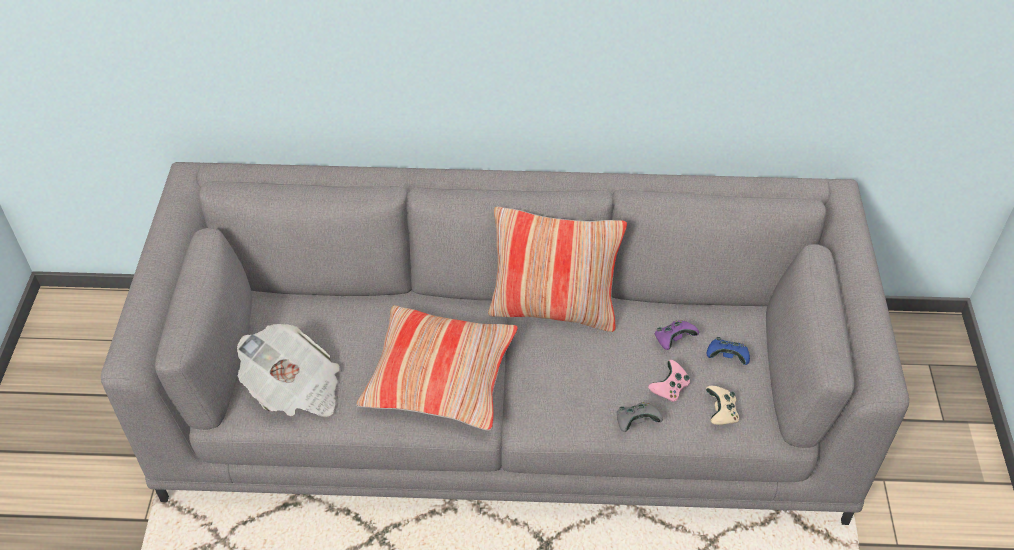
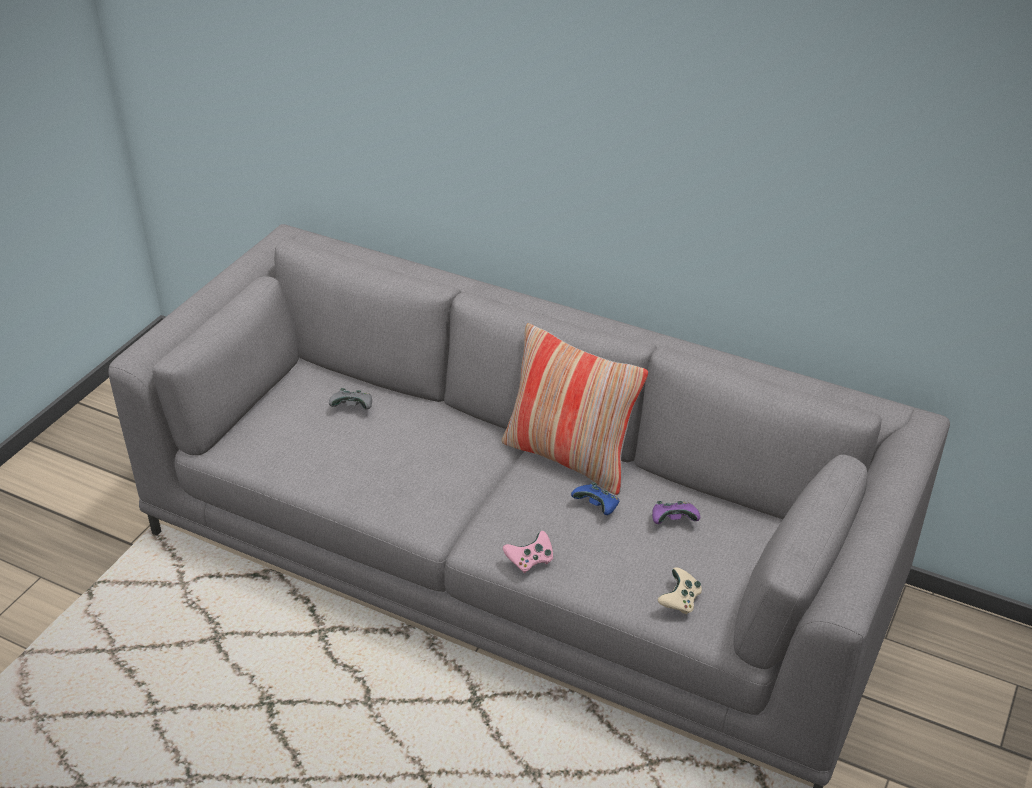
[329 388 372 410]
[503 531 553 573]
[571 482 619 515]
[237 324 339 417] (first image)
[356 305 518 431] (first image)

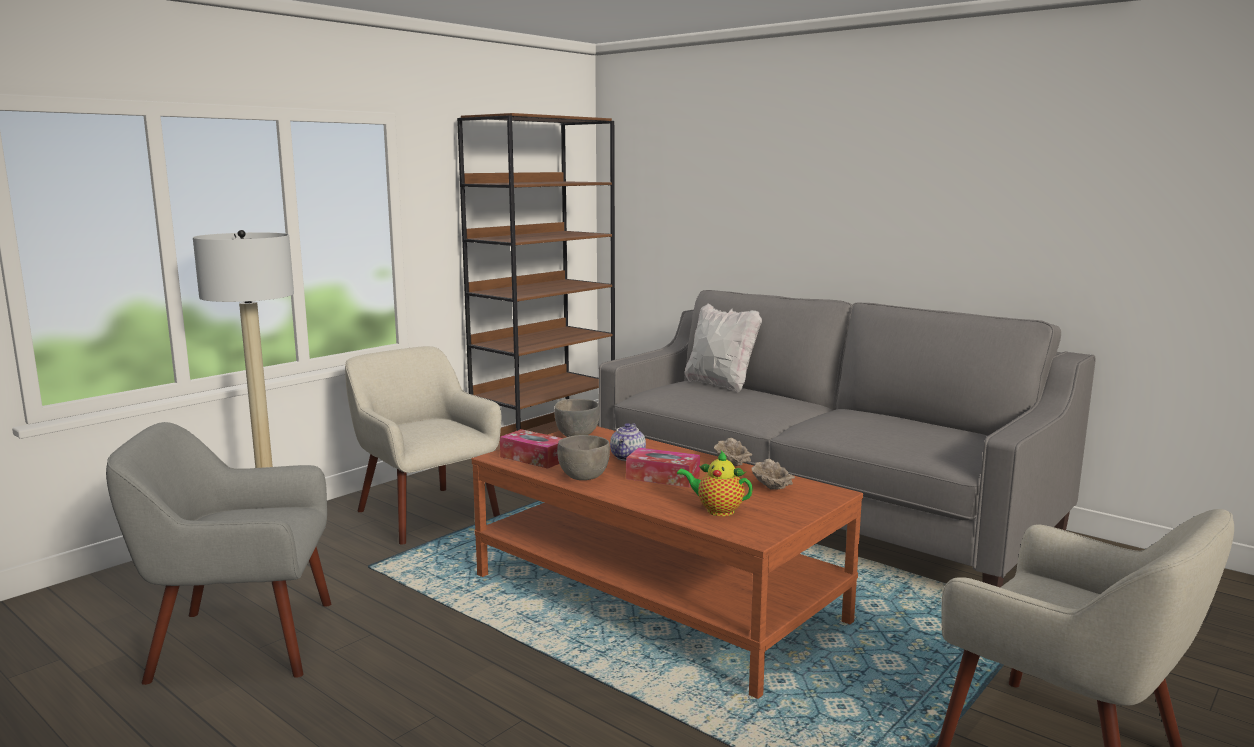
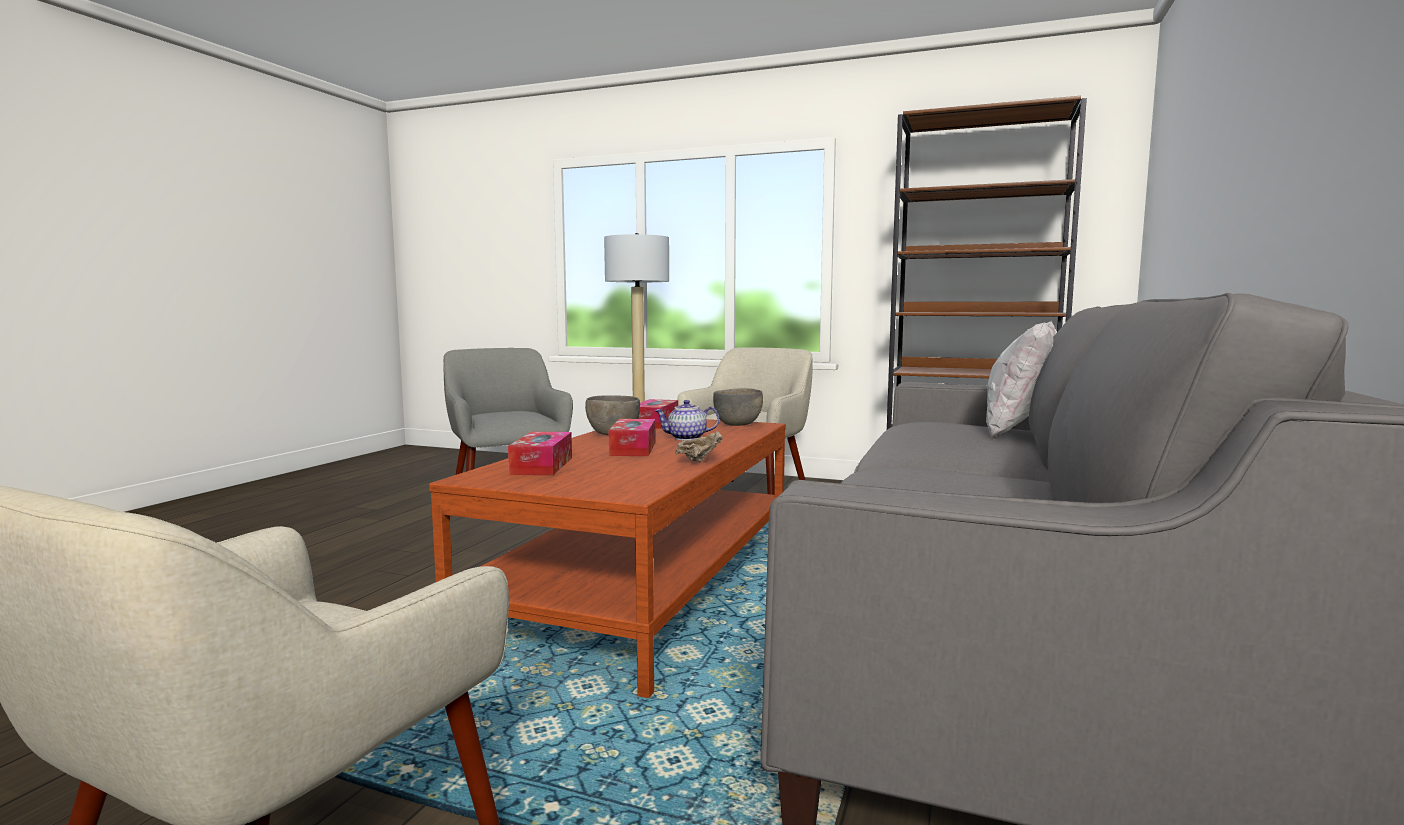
[508 432 572 475]
[752 459 795 490] (first image)

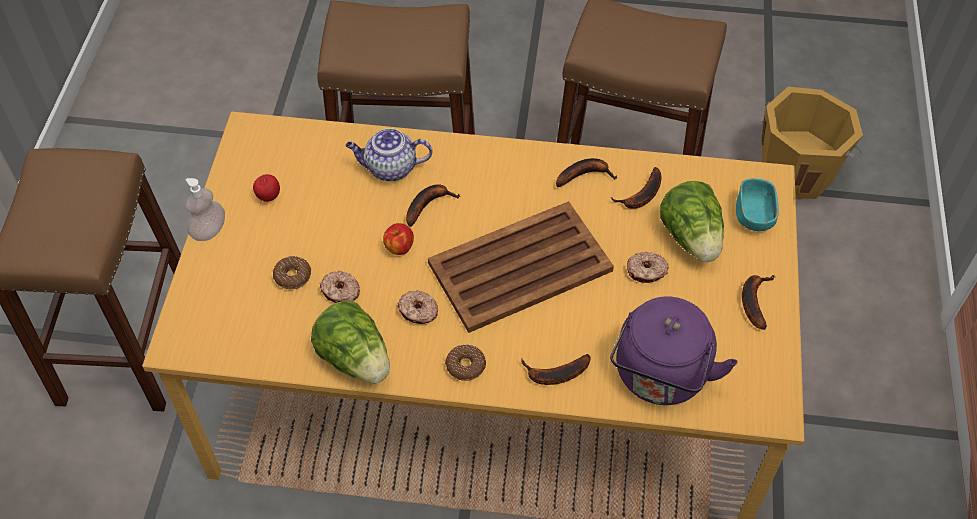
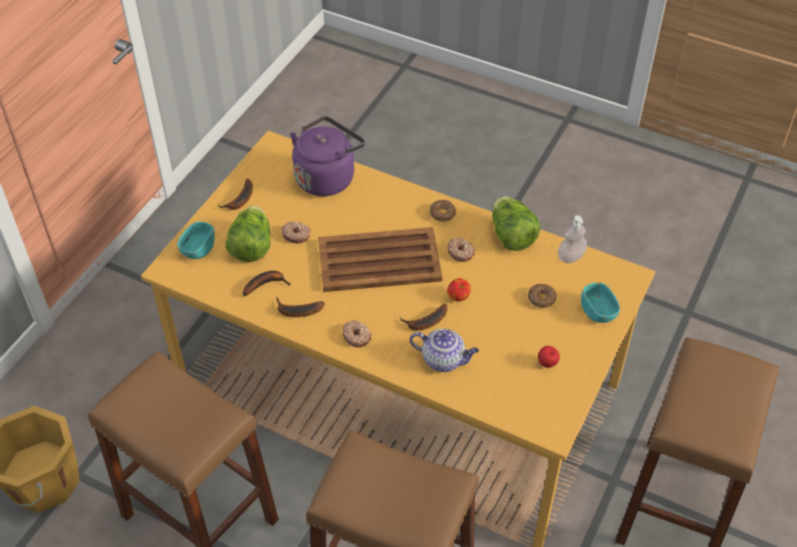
[343 321 372 347]
[558 215 587 263]
[581 282 620 323]
[521 354 591 385] (first image)

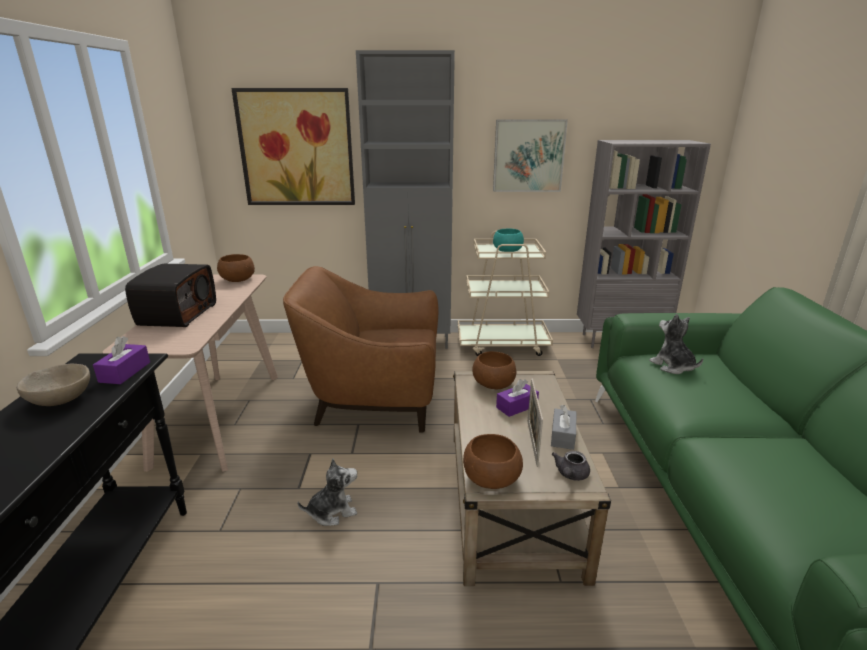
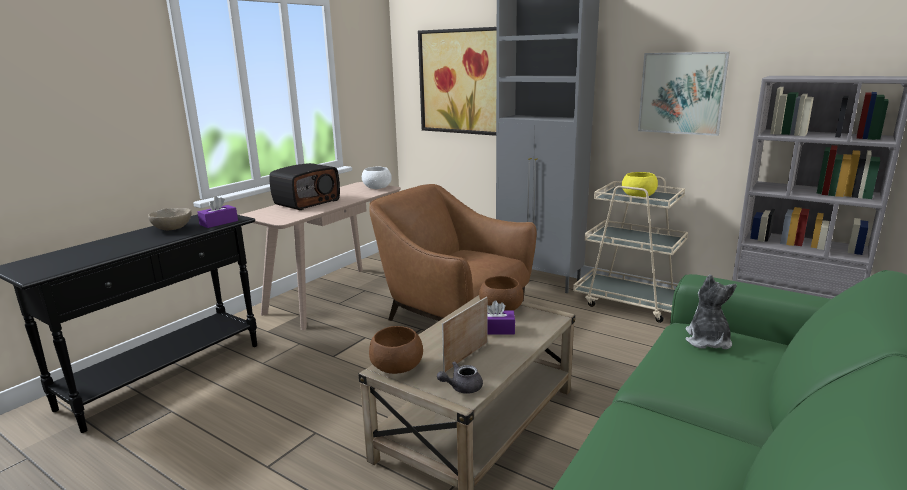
[362 167 392 189]
[622 172 658 197]
[297 458 357 526] (first image)
[551 405 577 450] (first image)

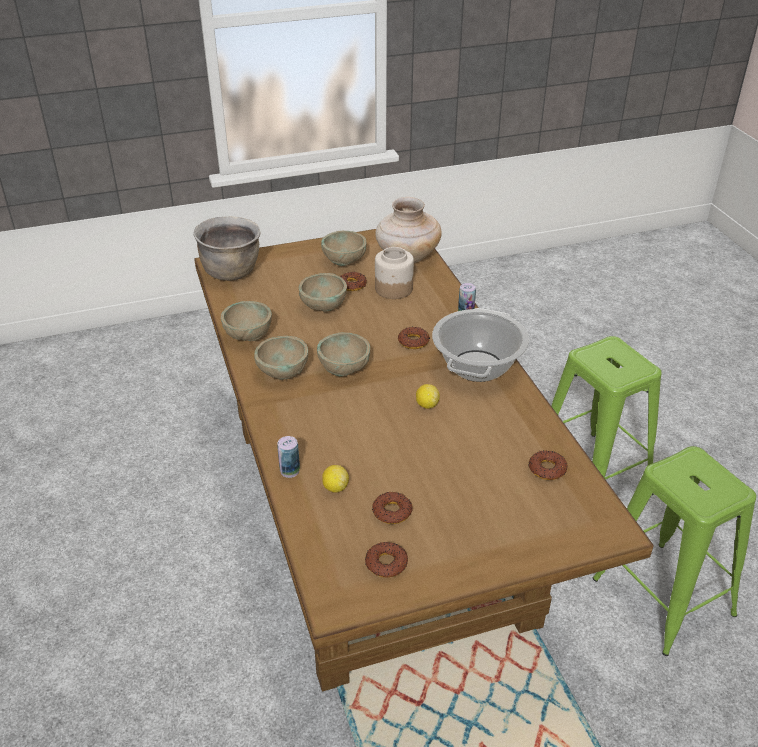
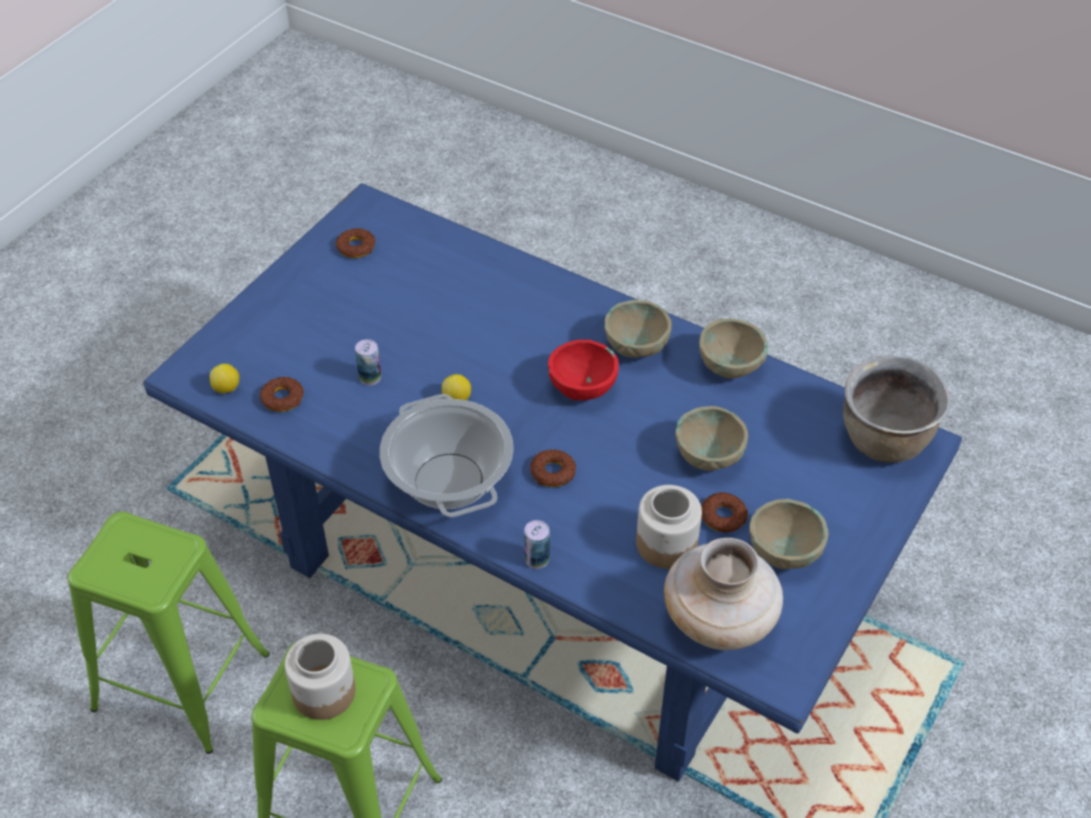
[143 183 962 781]
[210 364 240 393]
[285 634 356 720]
[355 339 381 385]
[548 340 619 401]
[372 492 413 524] (first image)

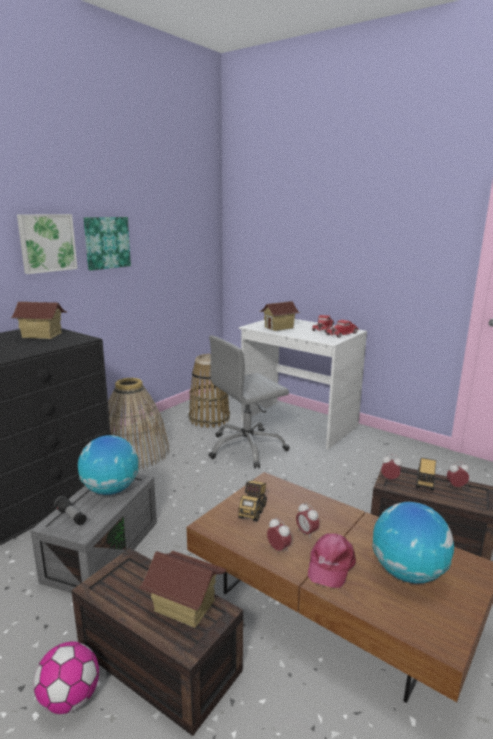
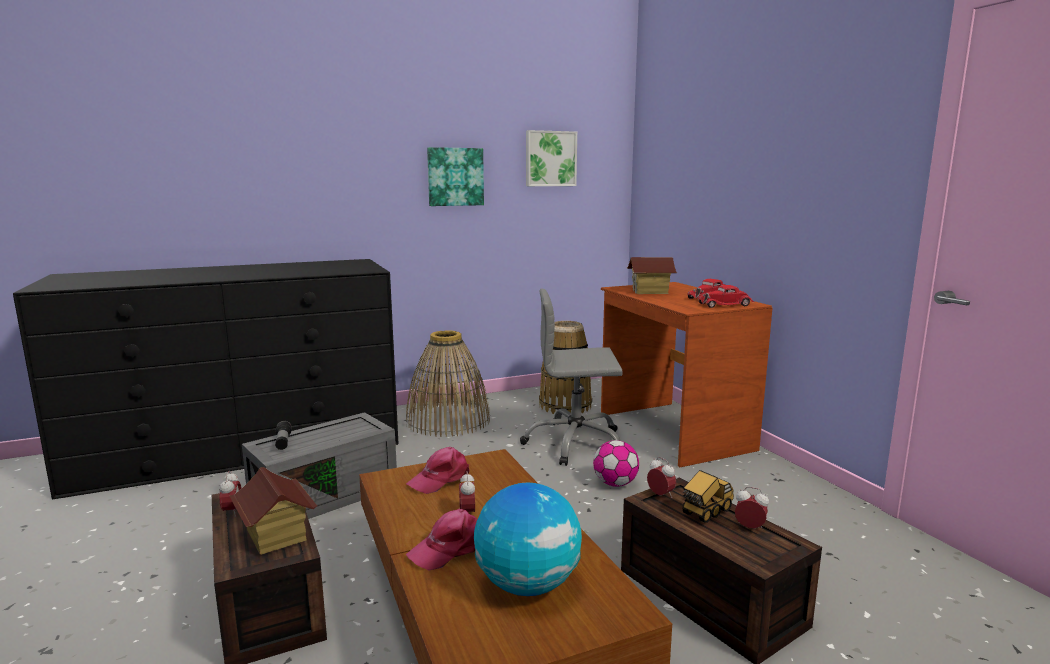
[219 471 242 516]
[406 447 469 494]
[526 130 577 186]
[593 440 639 487]
[601 282 772 467]
[11 302 67 339] (first image)
[78 435 139 495] (first image)

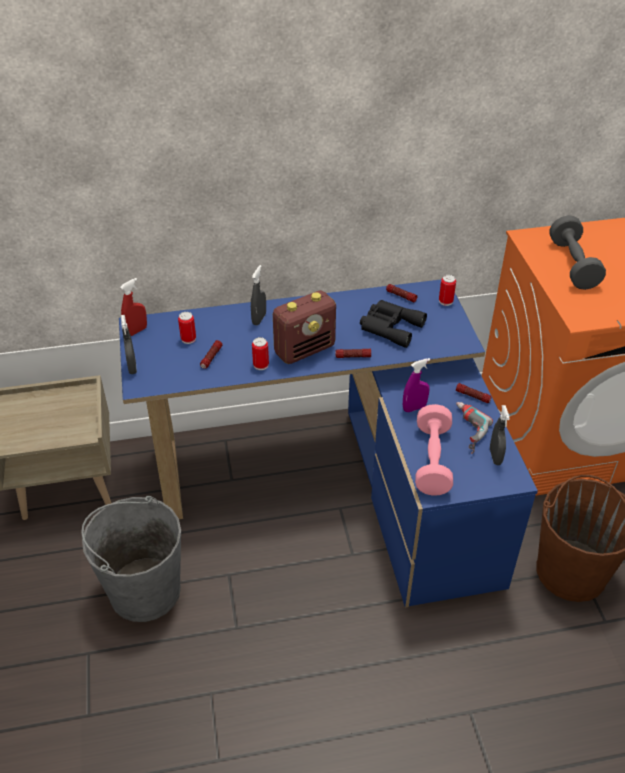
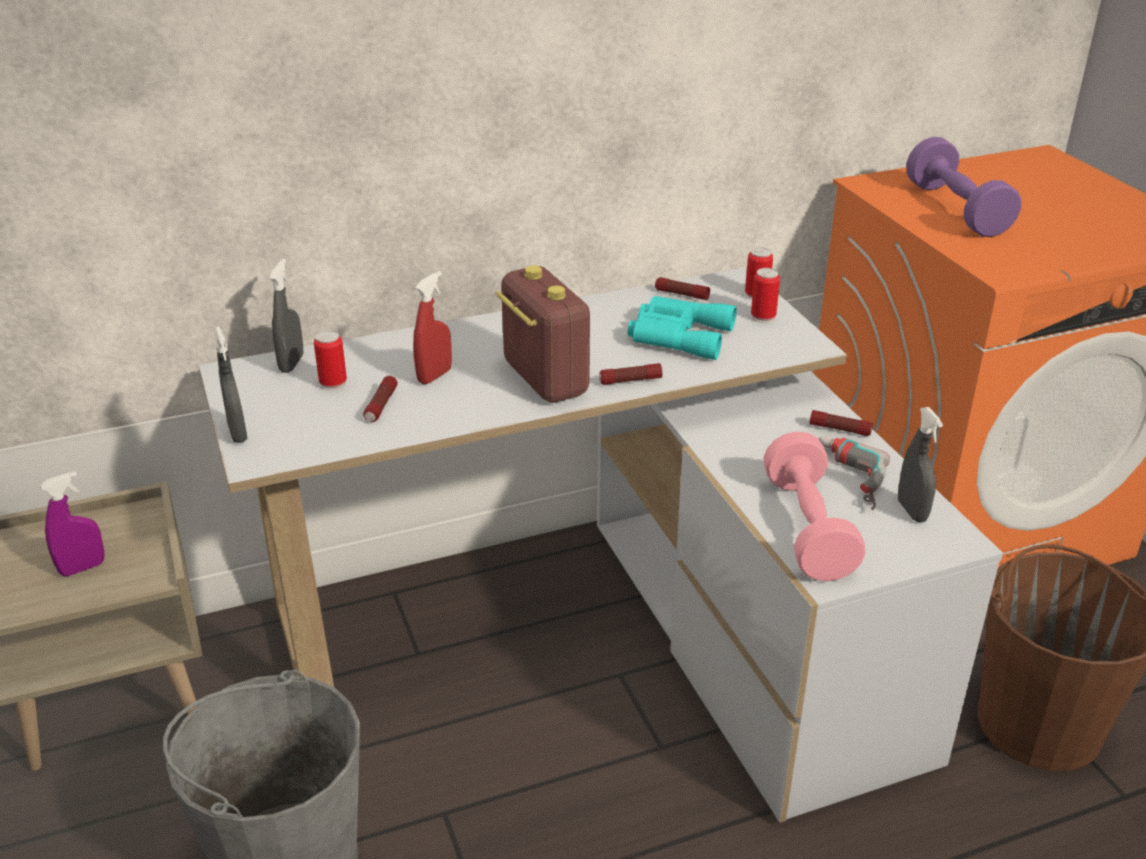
[40 471 105 576]
[199 267 1003 823]
[269 259 303 373]
[413 271 452 384]
[495 265 590 403]
[628 296 737 360]
[751 268 780 323]
[906 137 1021 237]

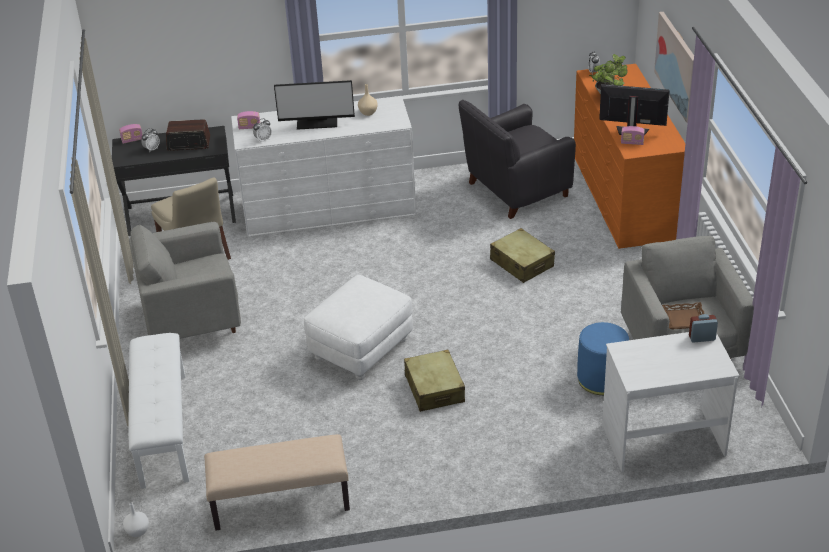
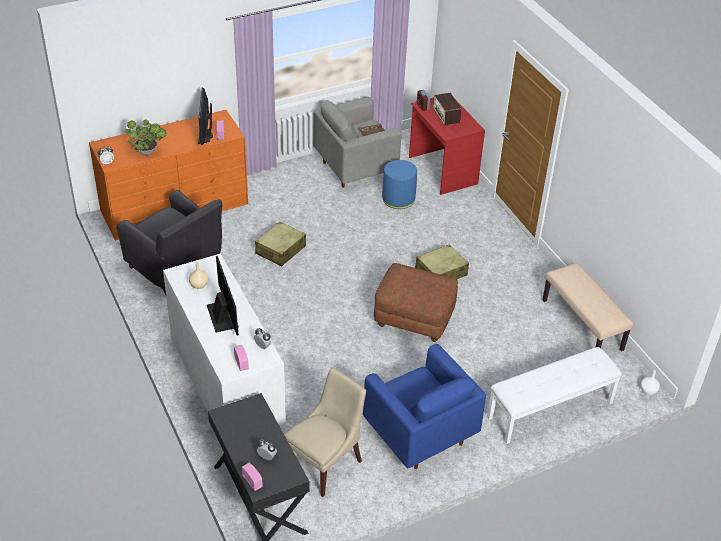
[363 344 486 469]
[374 263 458 342]
[409 97 485 195]
[433 93 461 125]
[654 12 694 123] (first image)

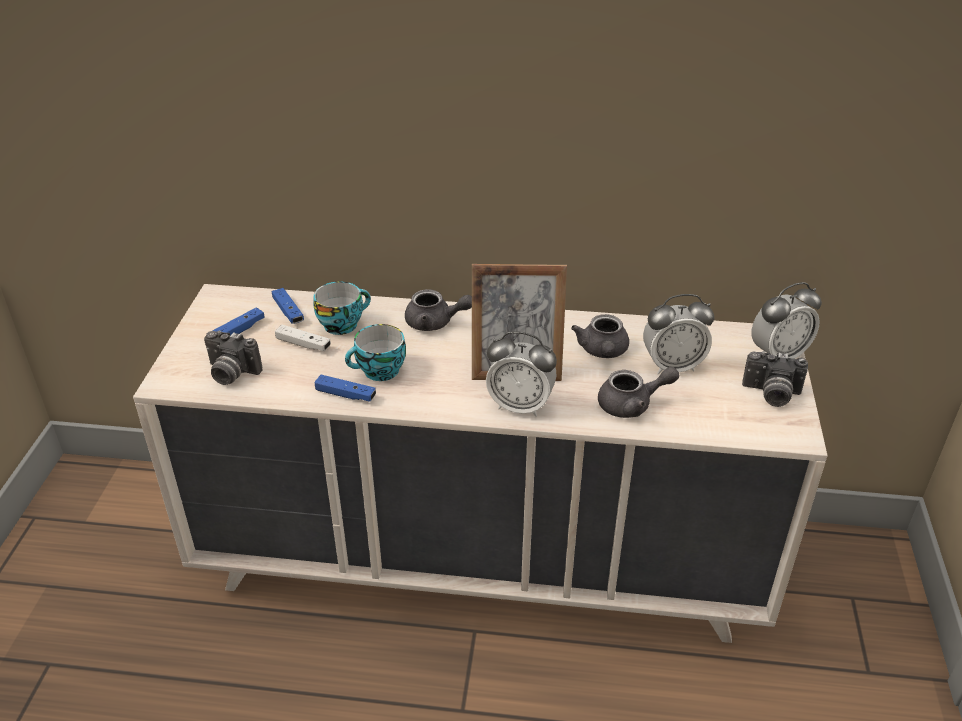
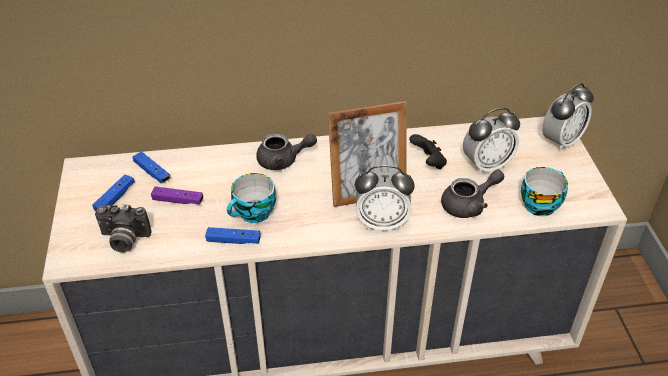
[151 187 203 205]
[409 134 447 169]
[521 167 568 216]
[742 351 808 407] (first image)

